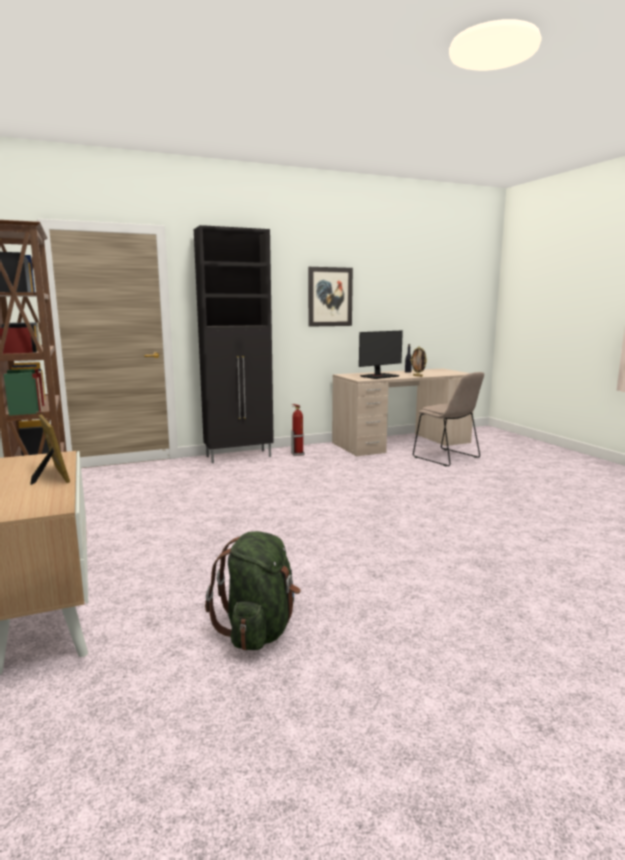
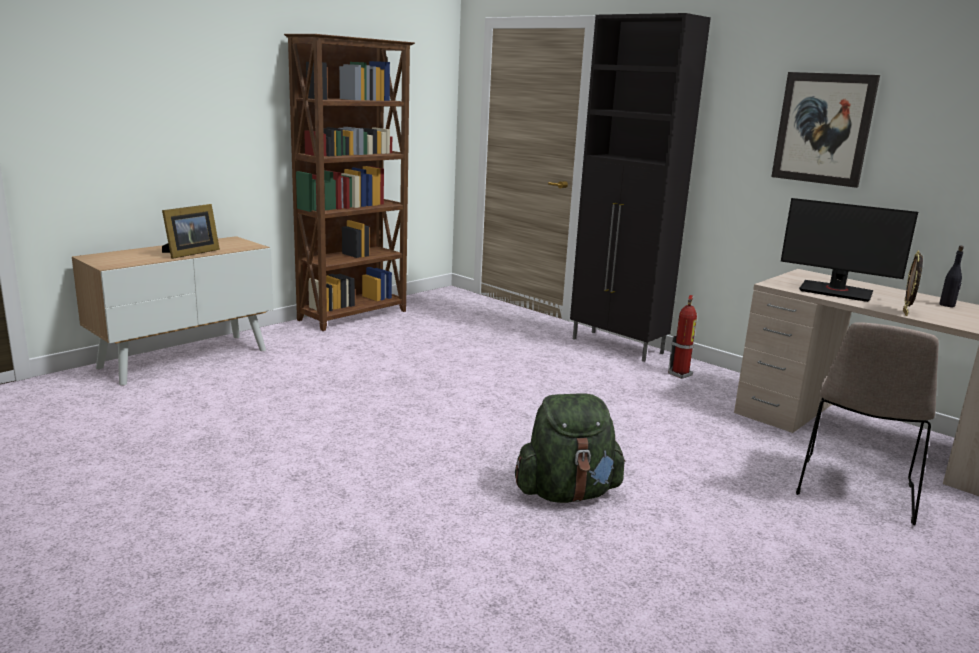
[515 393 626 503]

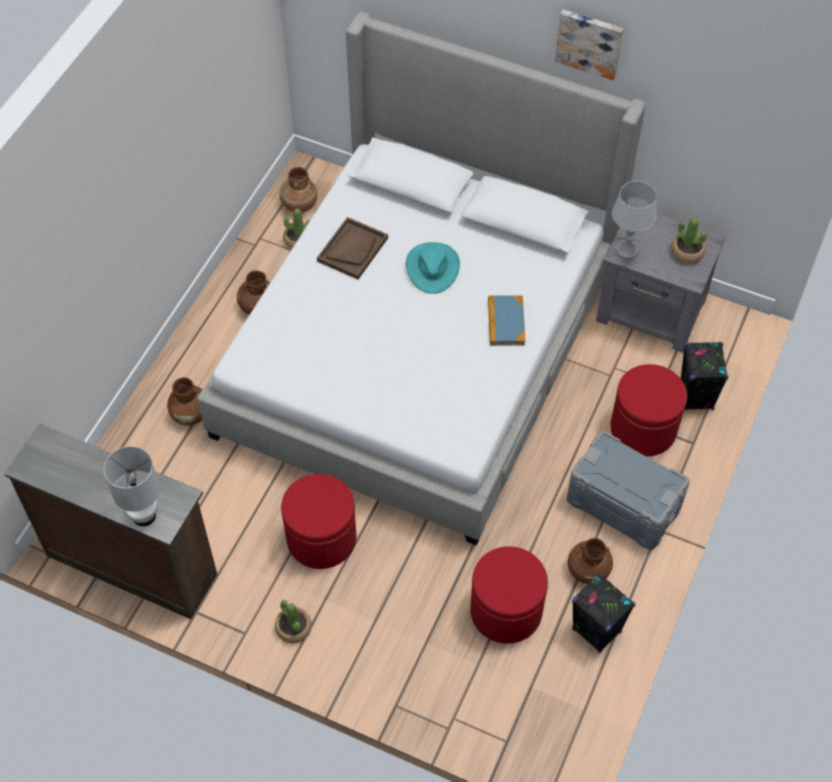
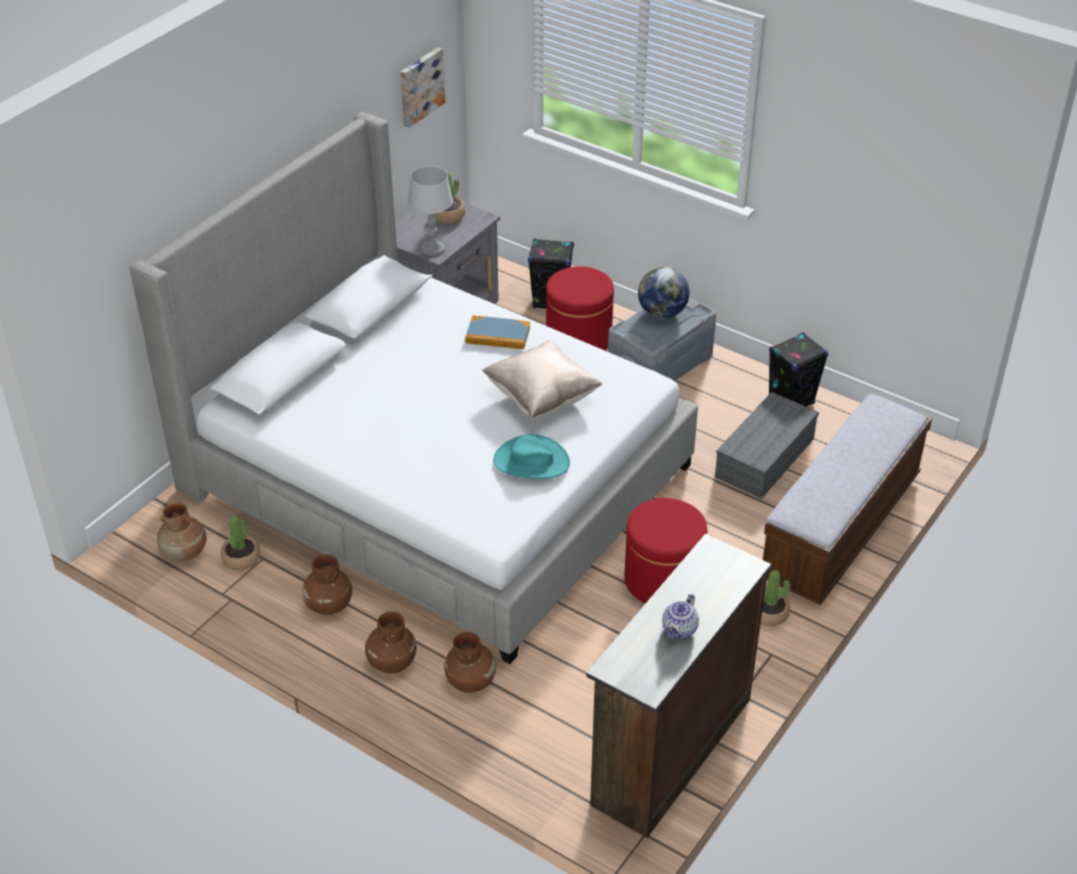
[365 612 416 674]
[400 47 445 128]
[482 340 602 419]
[493 434 570 479]
[638 267 690 319]
[662 594 699 639]
[715 392 819 499]
[763 394 932 605]
[104 446 160 526] (first image)
[317 217 388 279] (first image)

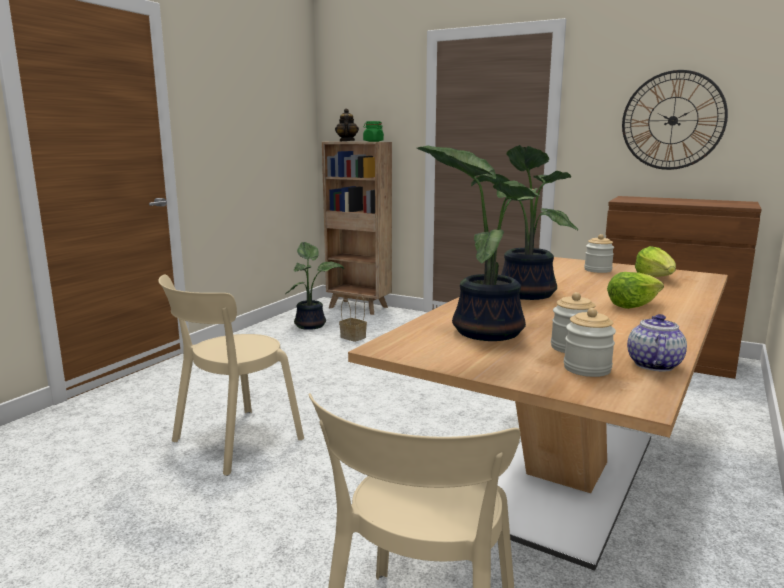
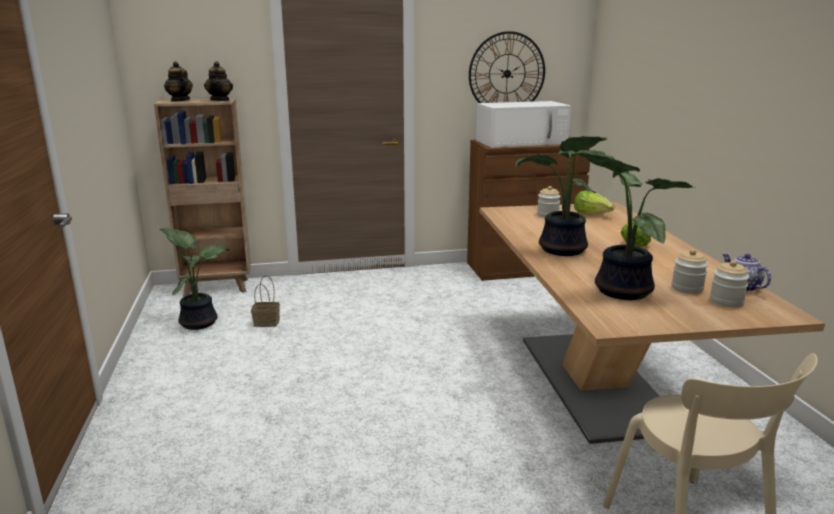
[204 61 233 101]
[476 101 571 147]
[158 275 304 476] (first image)

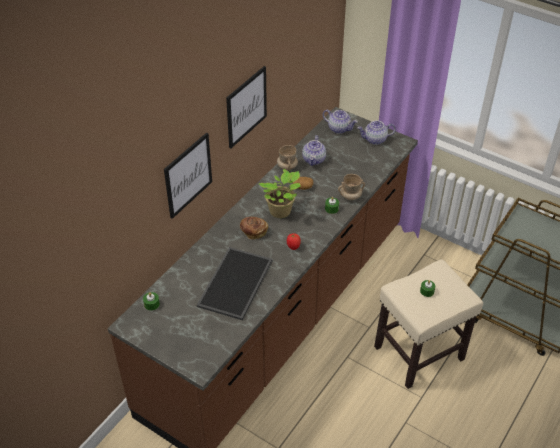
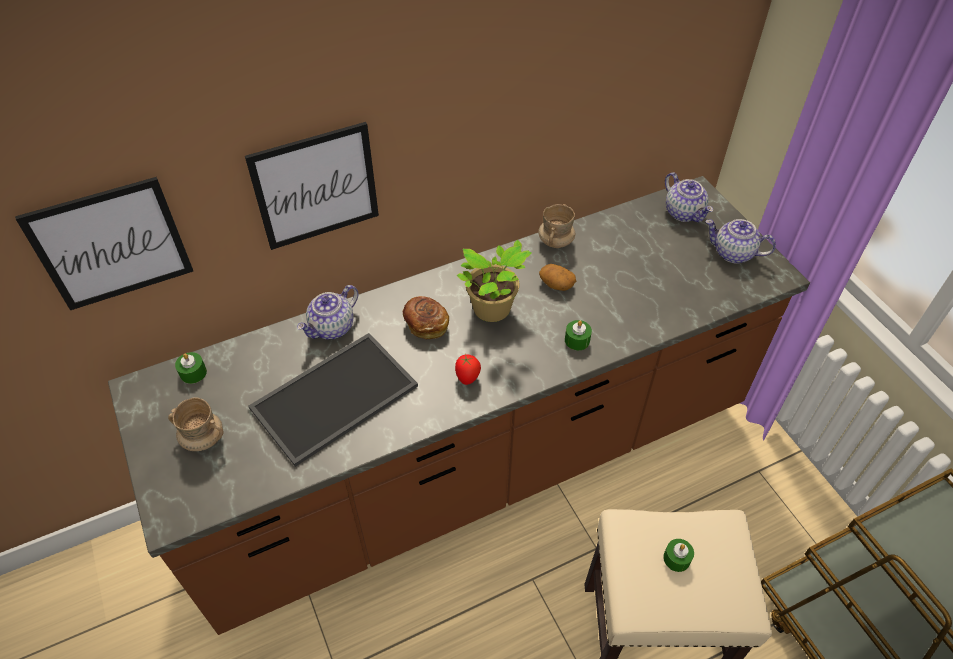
[15 177 193 310]
[168 397 224 451]
[297 285 358 340]

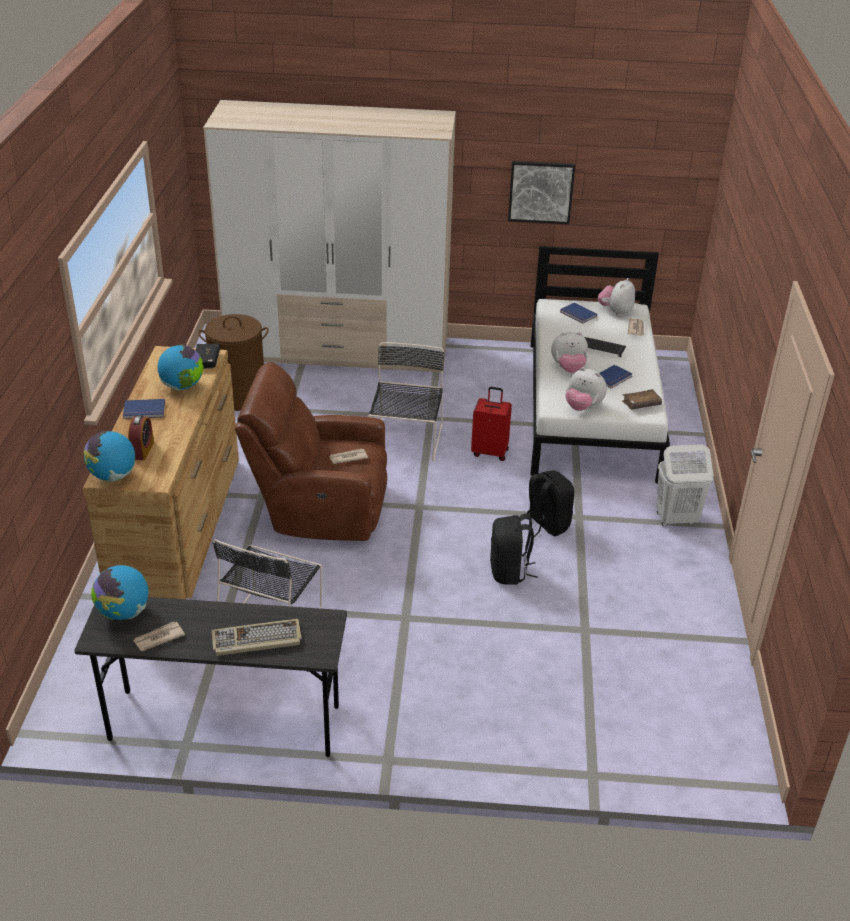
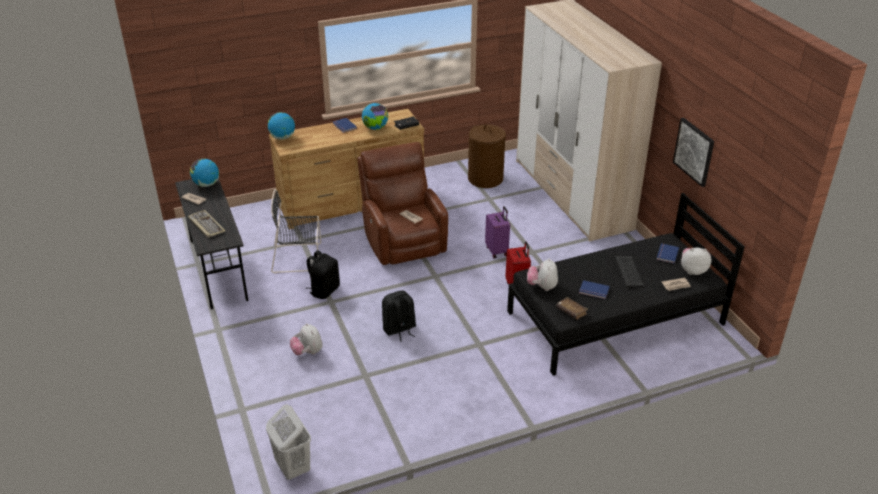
[266 404 311 480]
[290 323 323 355]
[307 250 340 299]
[485 206 510 259]
[507 193 745 376]
[128 415 154 460] (first image)

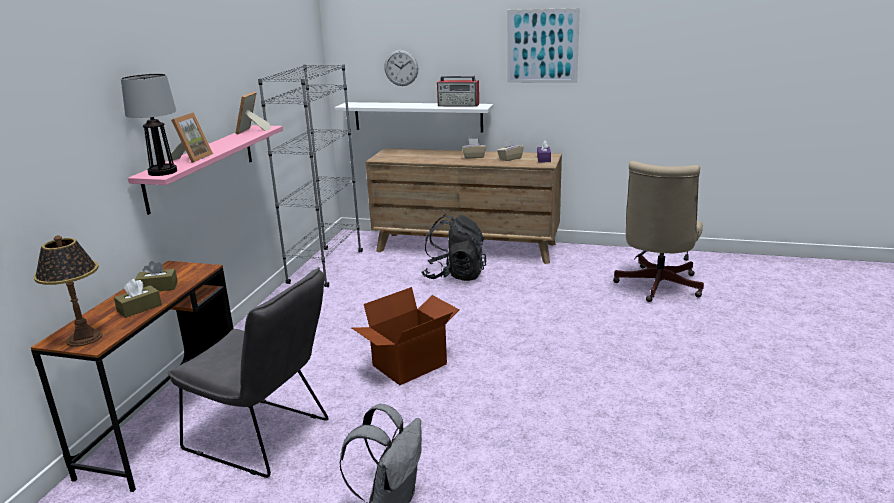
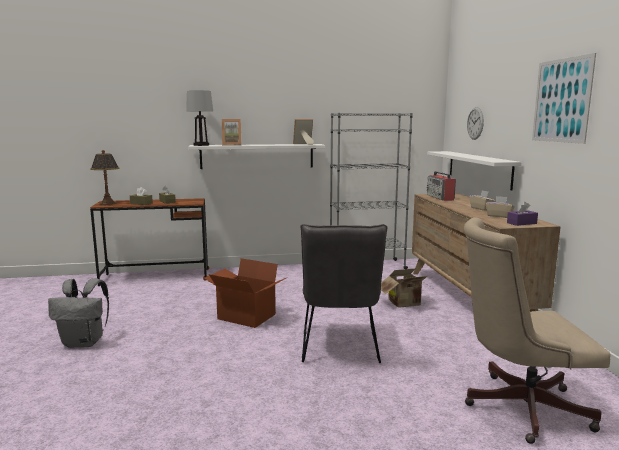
[188 144 326 169]
[301 224 387 363]
[381 268 429 308]
[427 171 456 201]

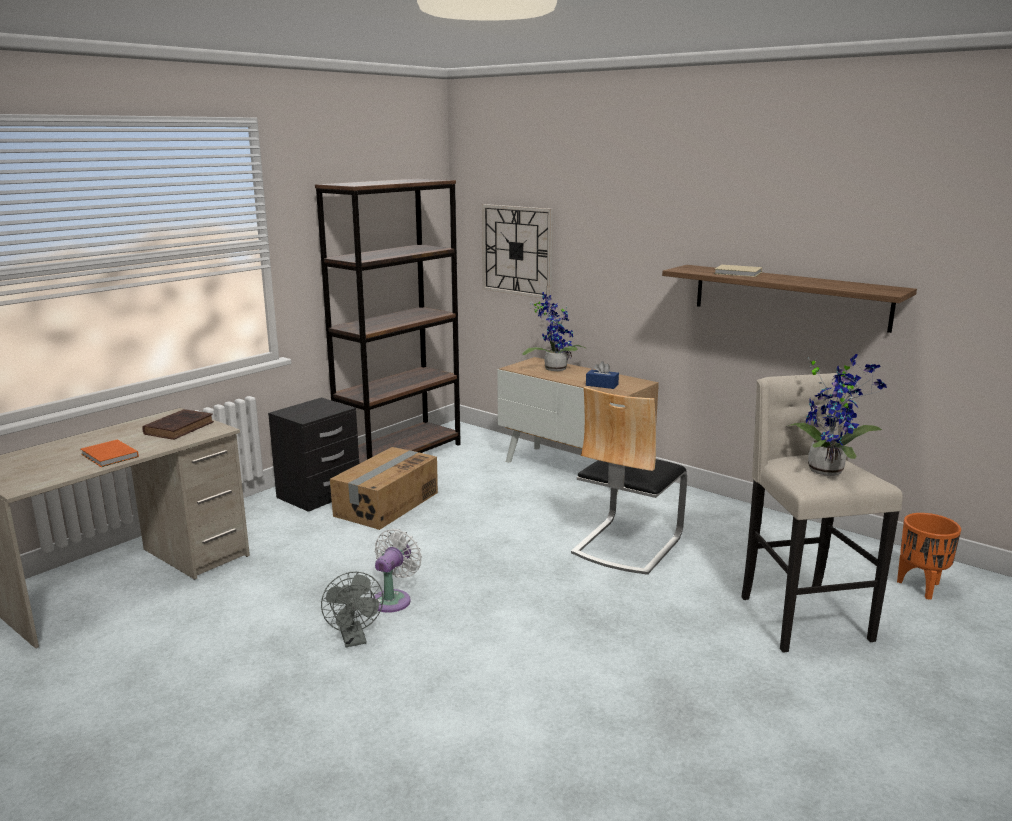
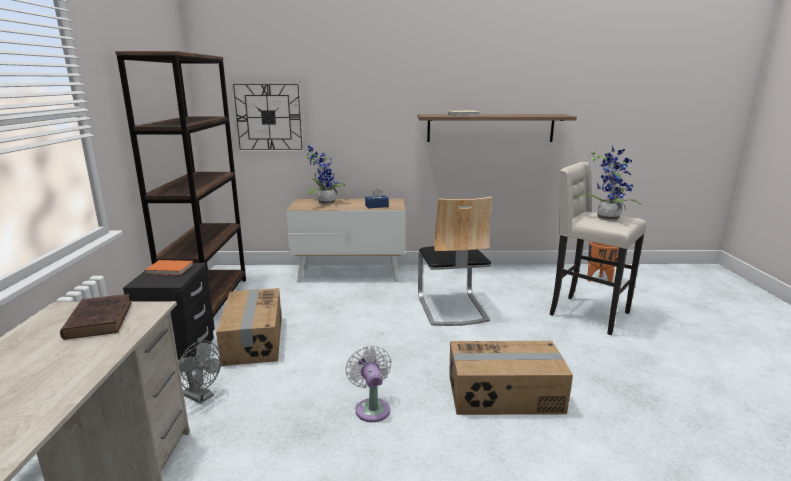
[145 260 194 275]
[178 340 221 404]
[449 341 573 415]

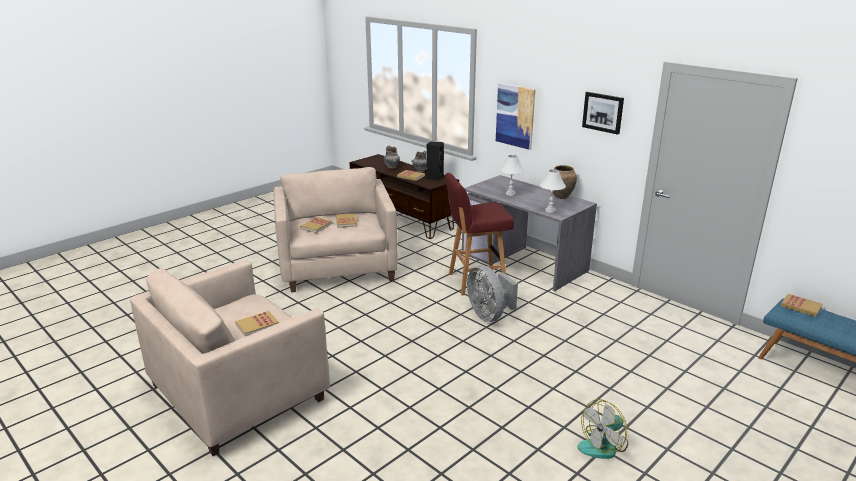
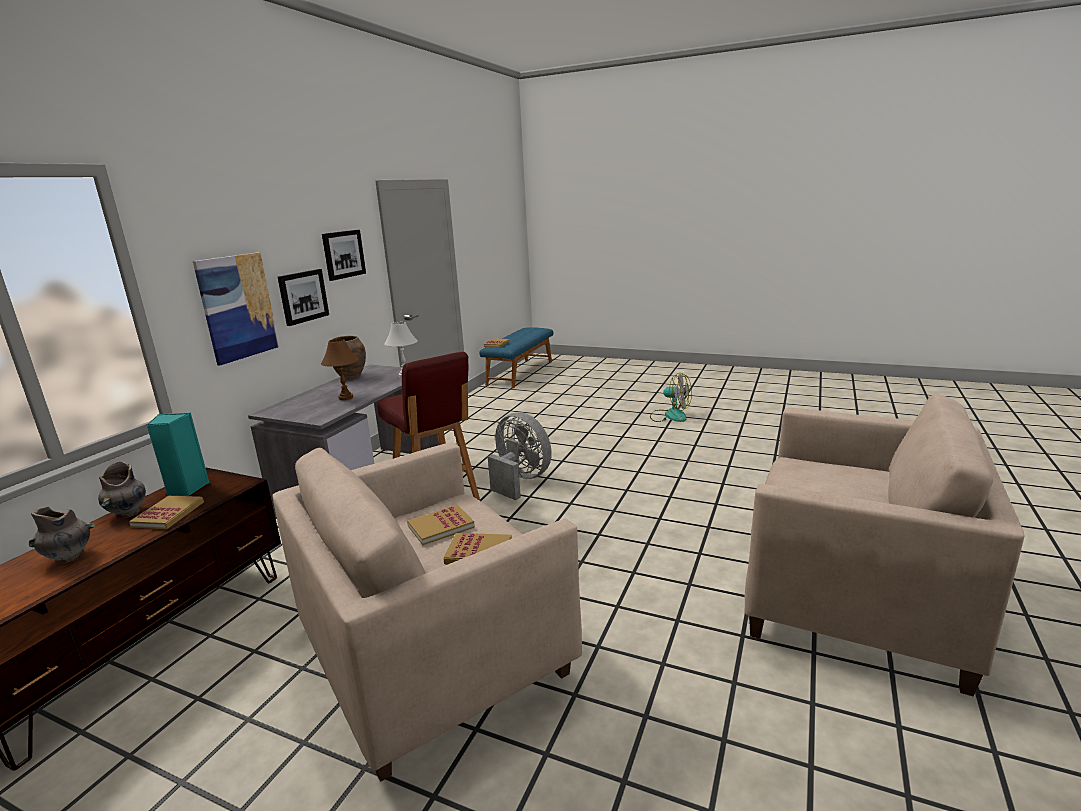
[147 412 209 496]
[278 269 329 326]
[321 339 359 400]
[488 412 552 500]
[235 311 279 337] (first image)

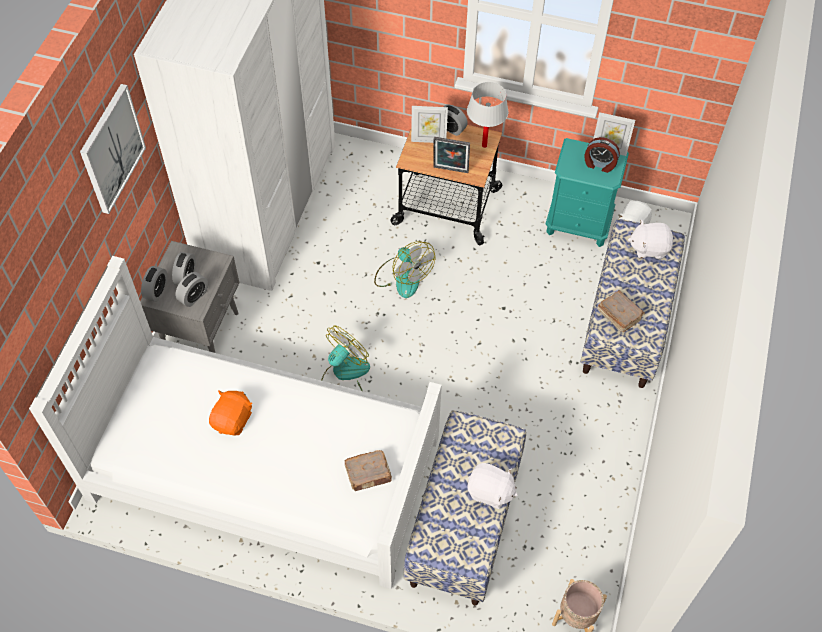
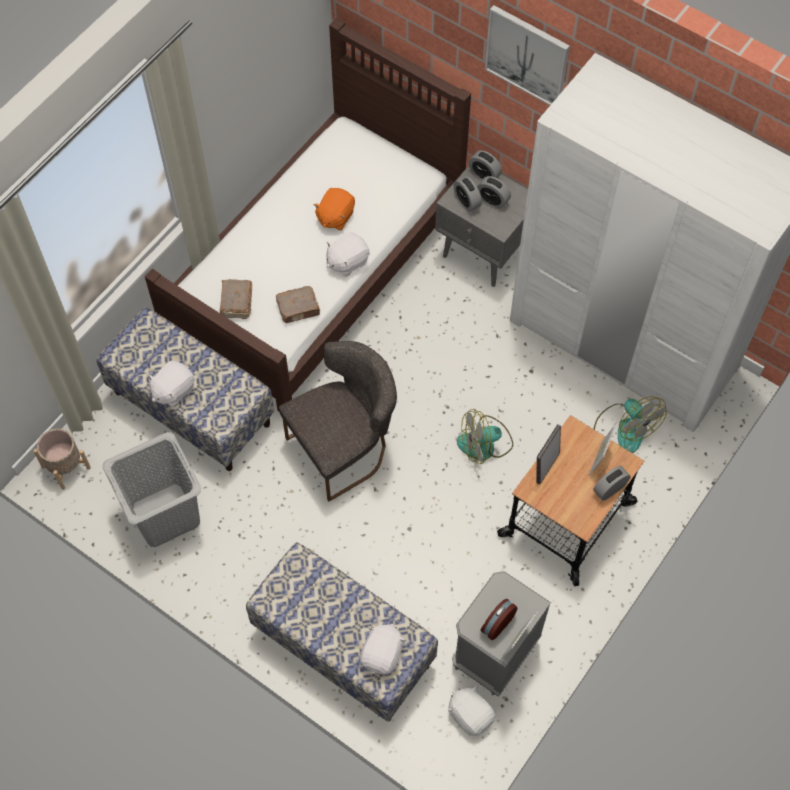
[102 432 201 547]
[145 18 471 411]
[276 286 320 323]
[279 341 397 501]
[314 188 355 230]
[327 233 370 277]
[452 571 551 697]
[594 396 667 453]
[467 82 508 148] (first image)

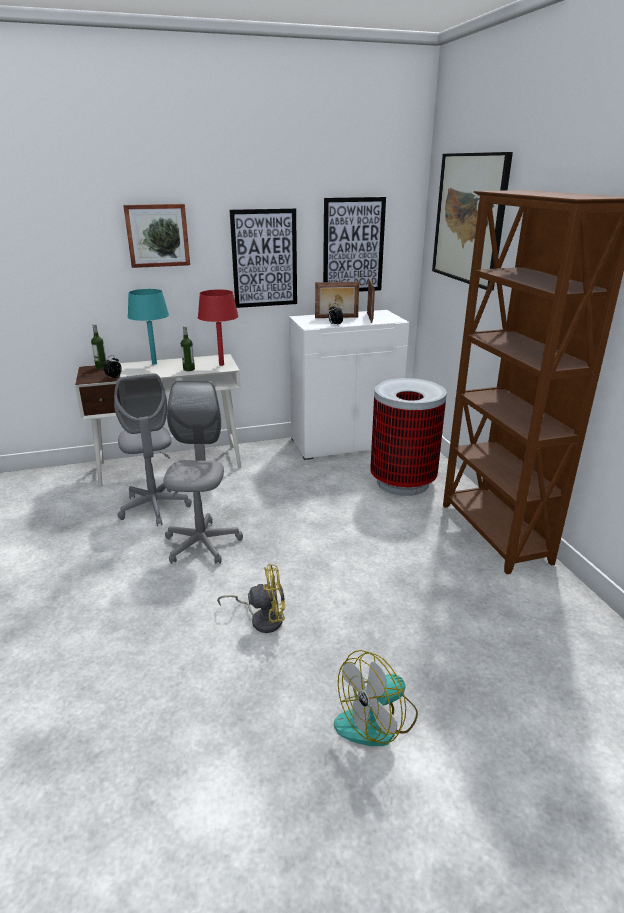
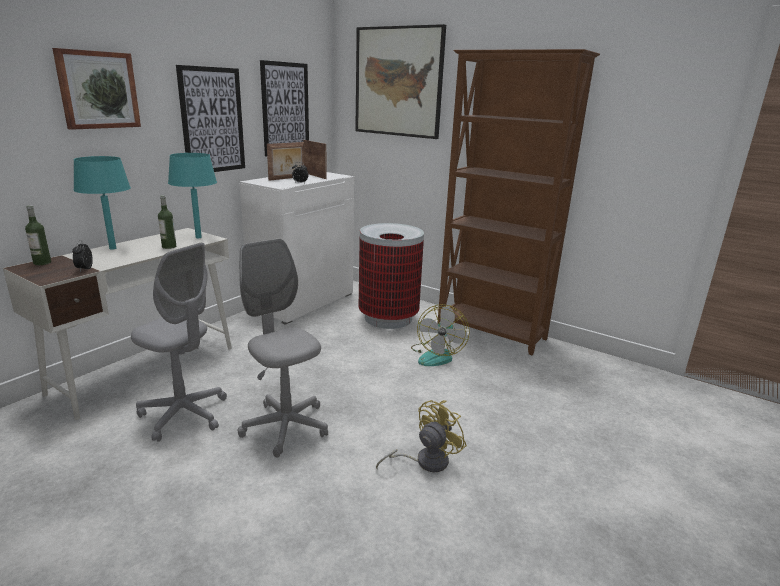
[168 153 217 238]
[411 304 470 366]

